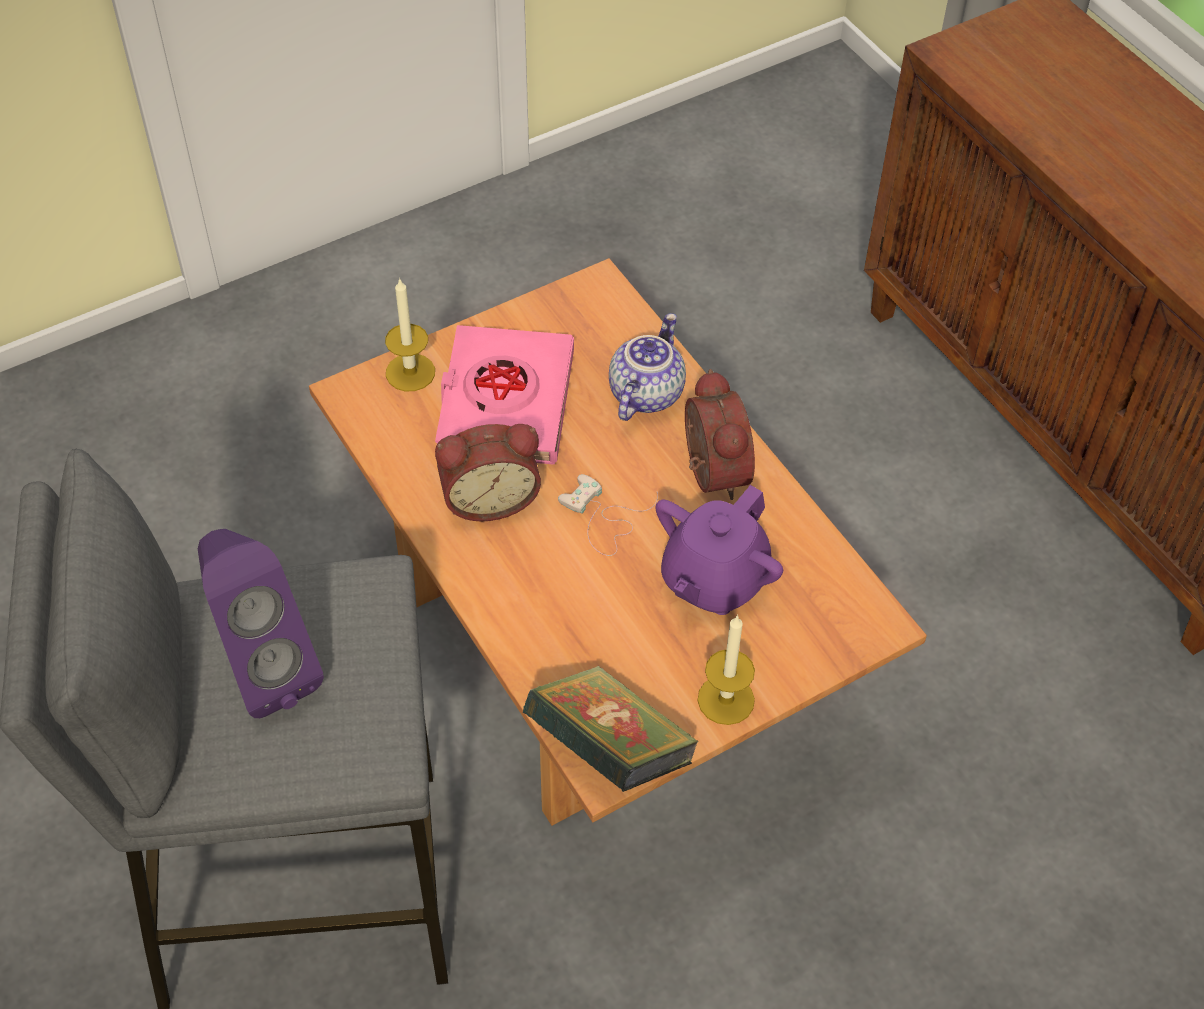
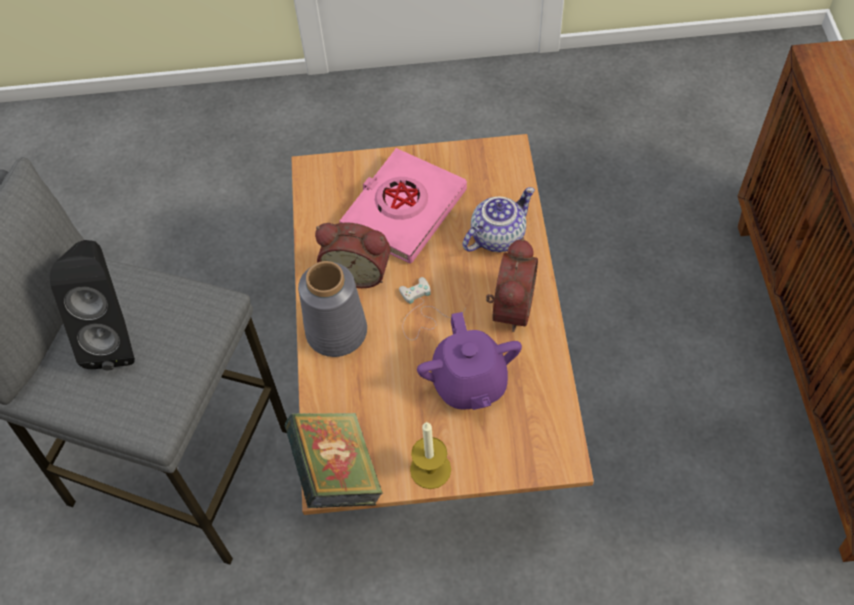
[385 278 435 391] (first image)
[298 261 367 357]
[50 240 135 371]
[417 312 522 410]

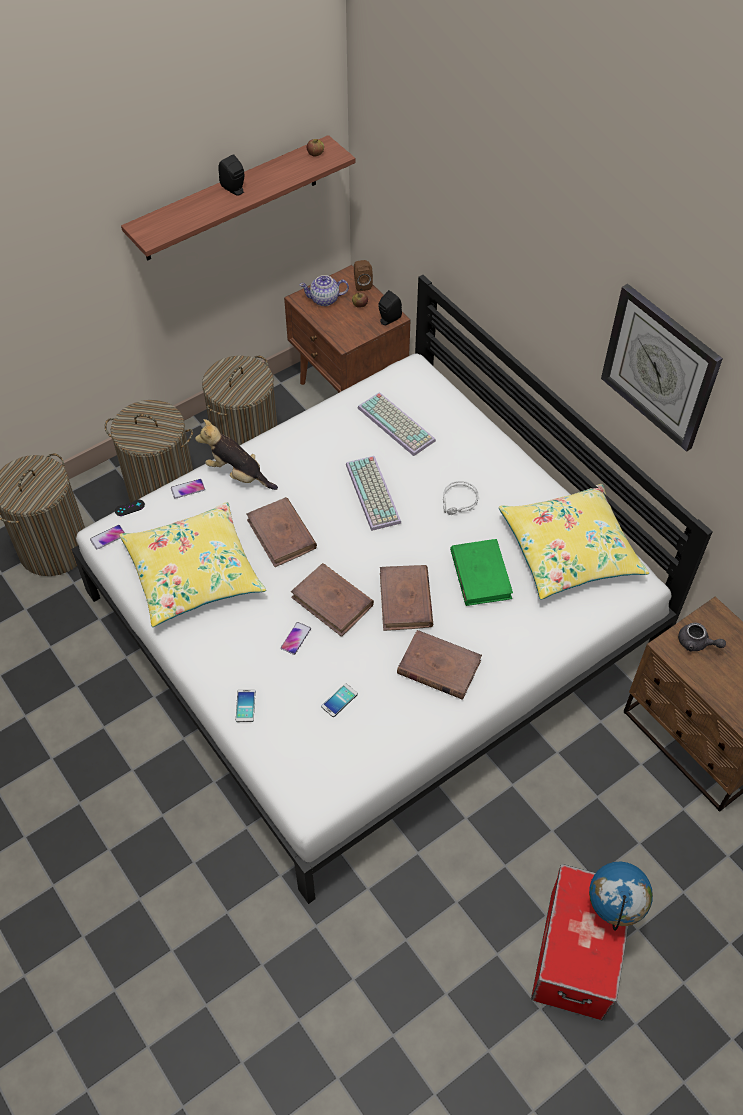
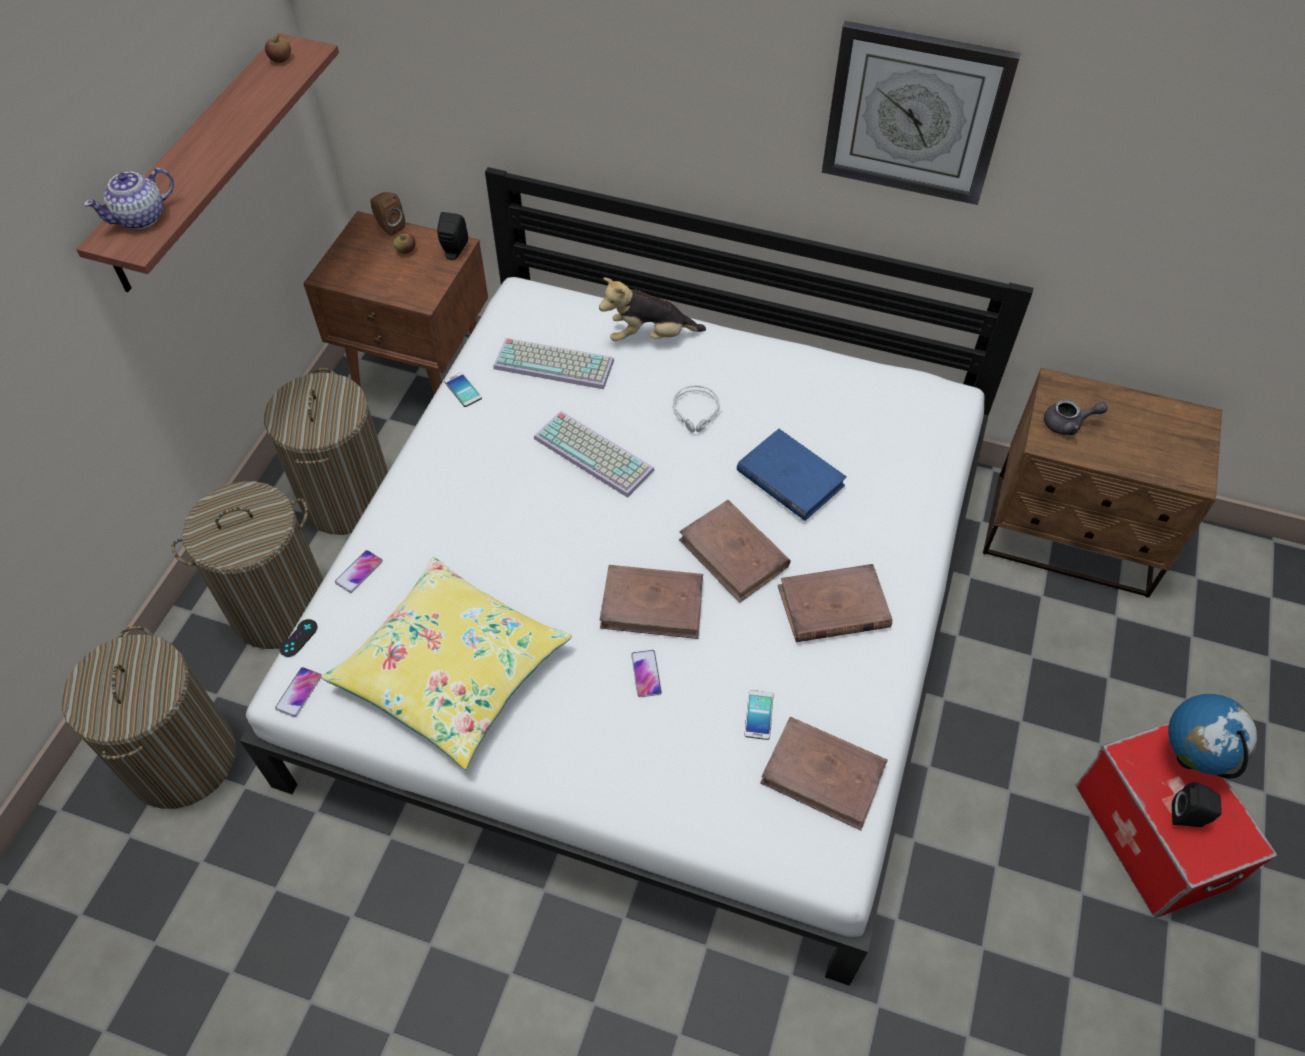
[499 484 649 600] (first image)
[599 278 706 341]
[1172 782 1222 827]
[444 372 482 407]
[760 717 888 831]
[84 168 174 229]
[737 429 847 521]

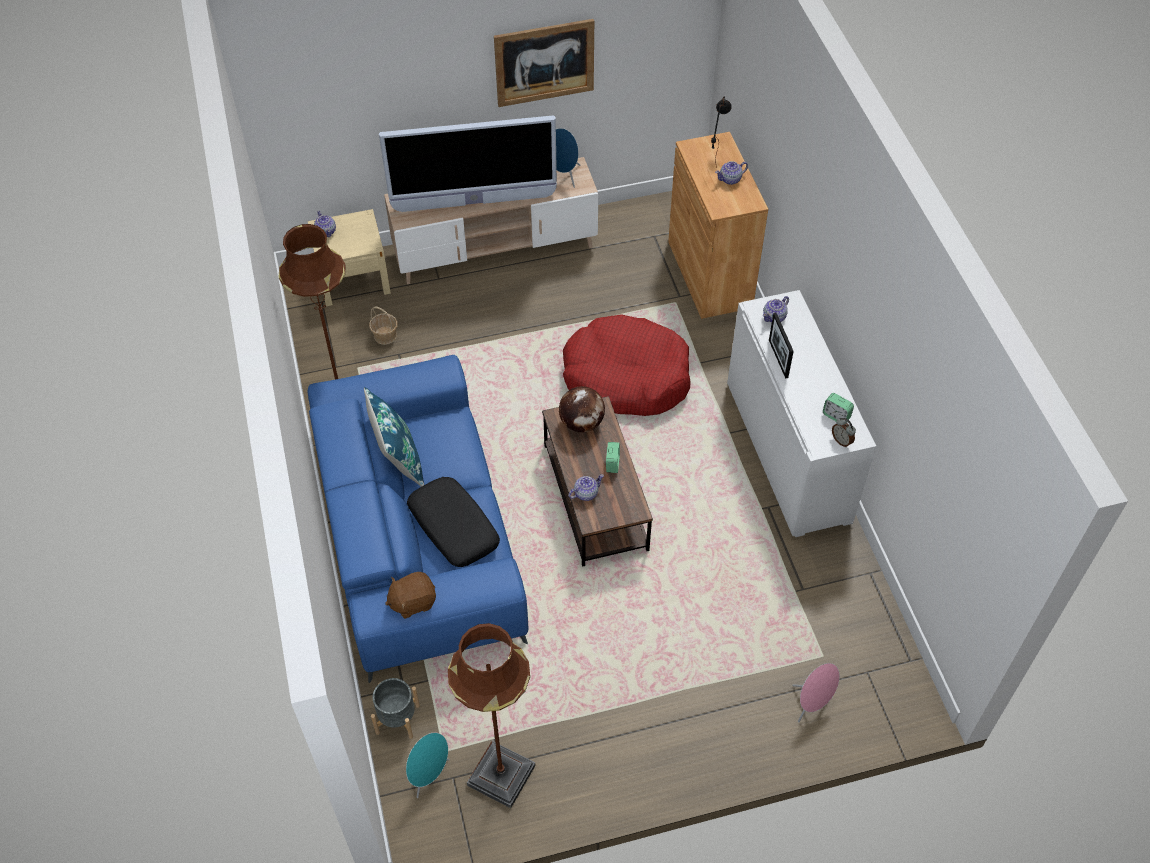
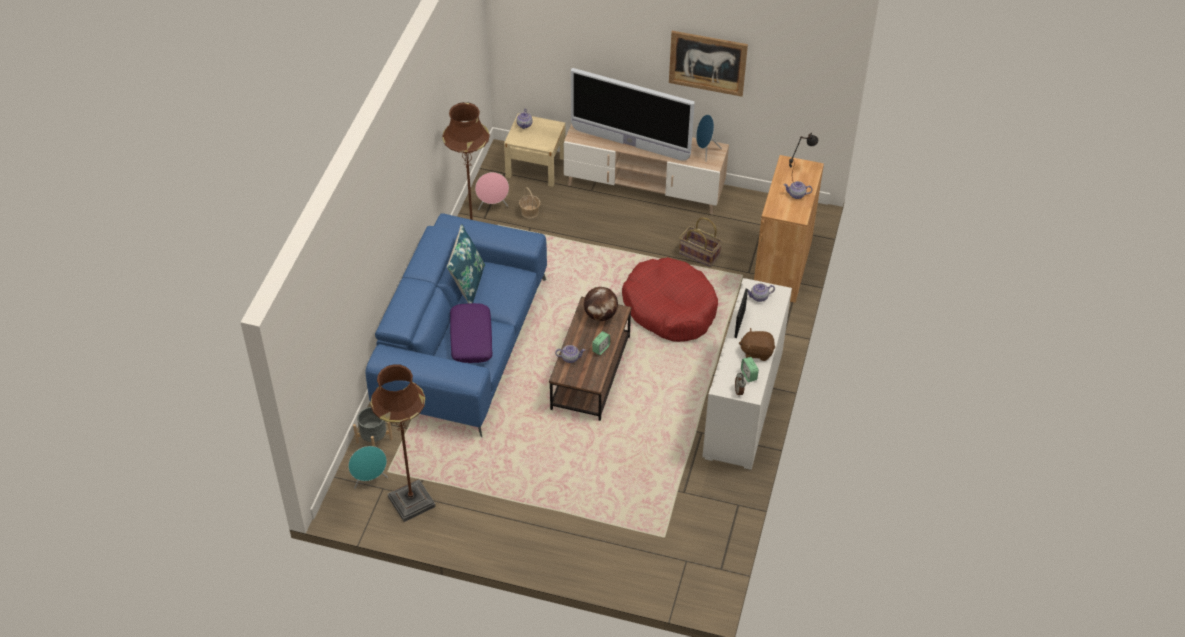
[679 217 722 267]
[739 328 775 361]
[475 172 509 210]
[450 303 493 363]

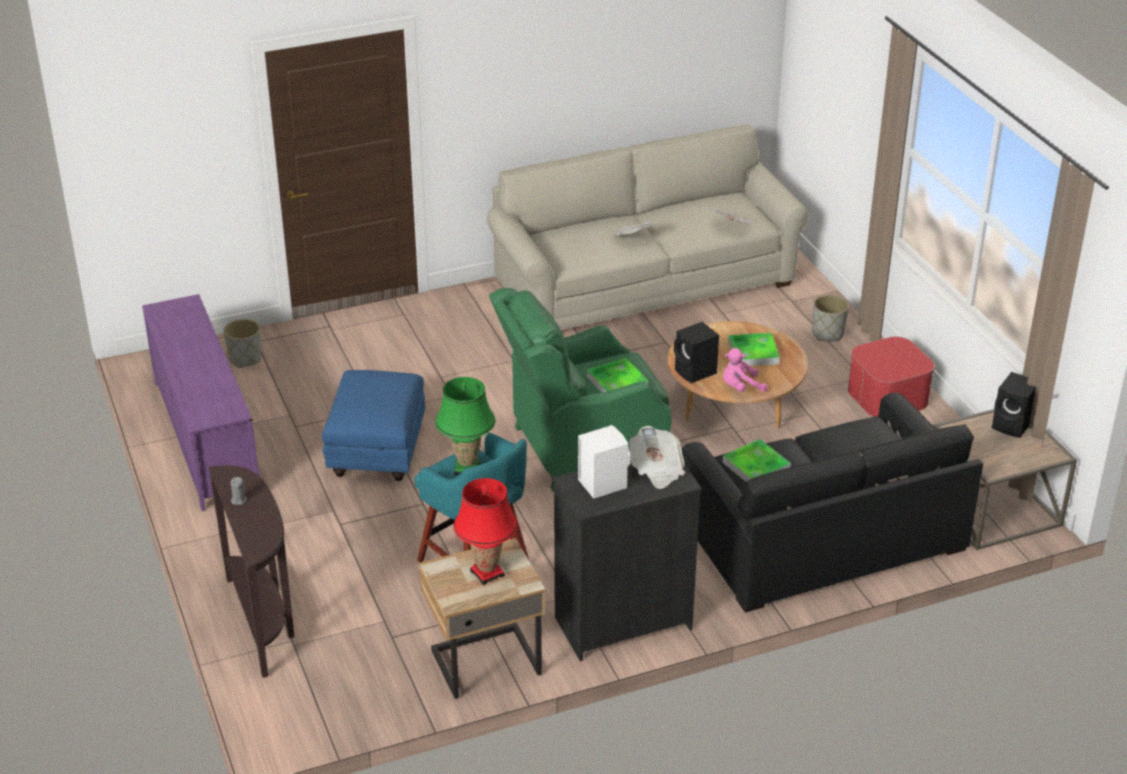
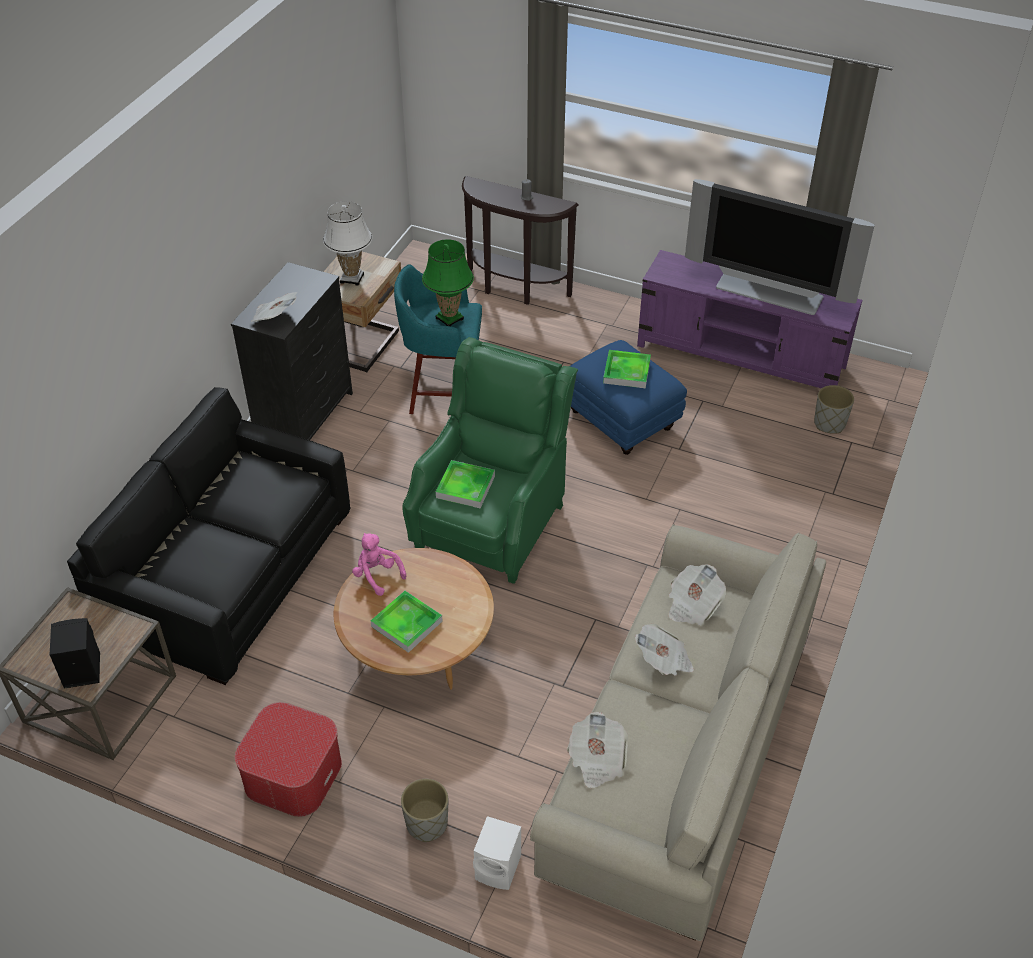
[674 322 719 383] (first image)
[668 564 726 626]
[685 179 875 315]
[473 816 521 890]
[603 350 651 388]
[323 201 372 286]
[352 533 406 596]

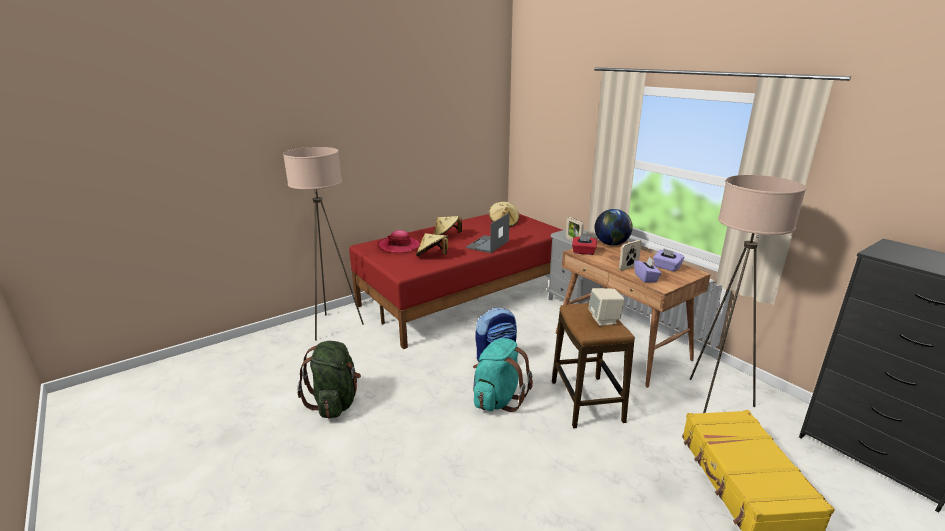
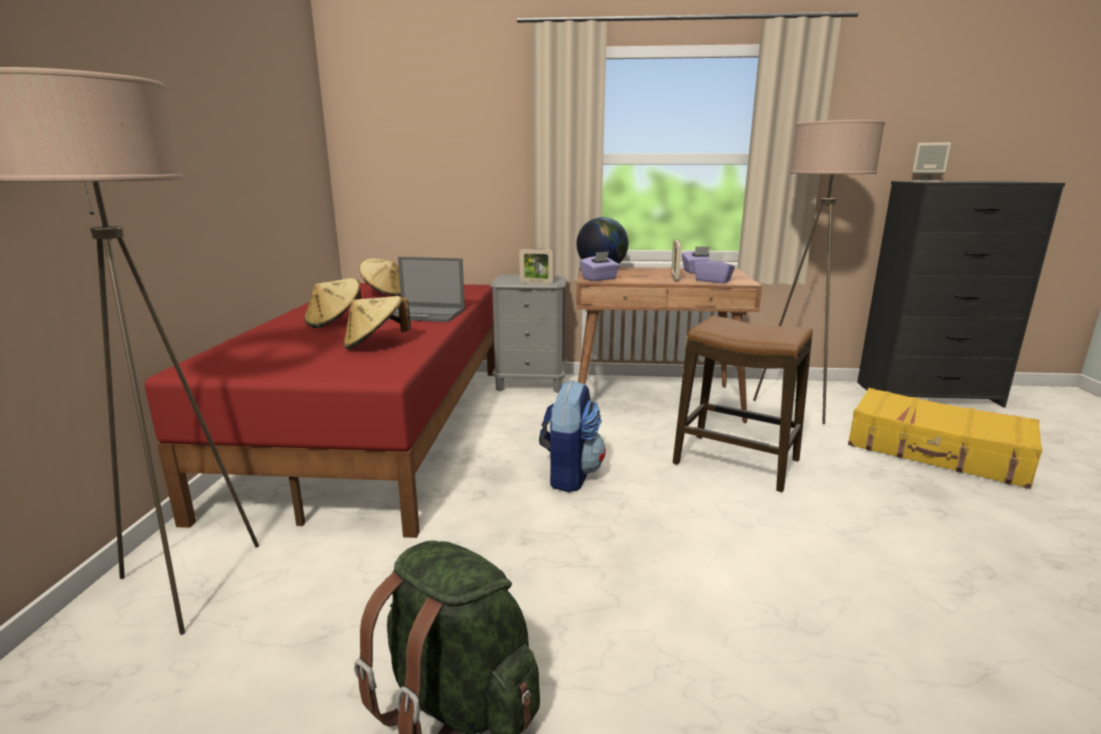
[378 230 420 253] (first image)
[473 338 533 412] (first image)
[912 142 951 182]
[580 251 620 281]
[388 257 465 322]

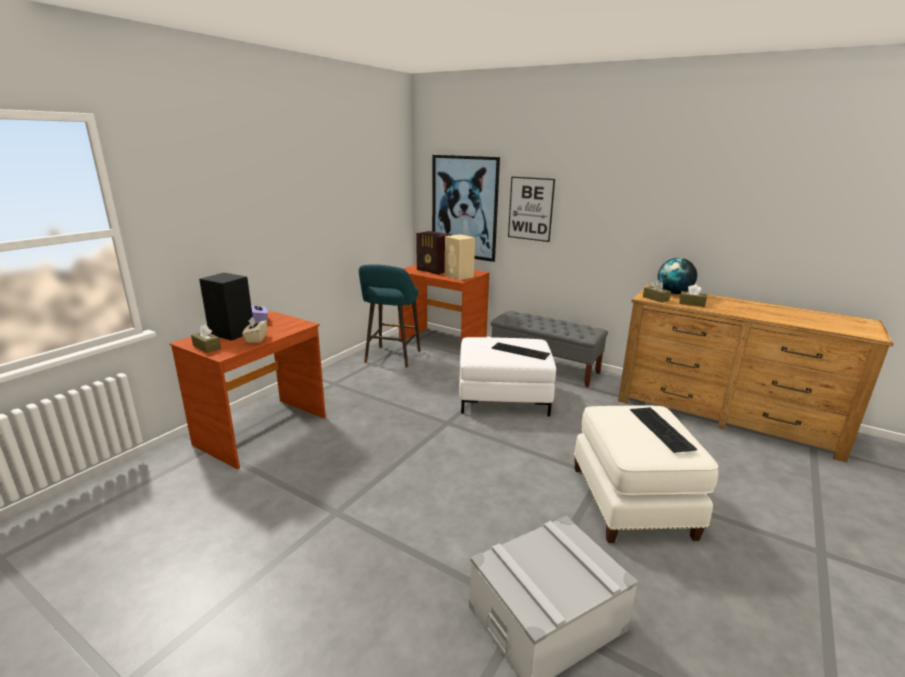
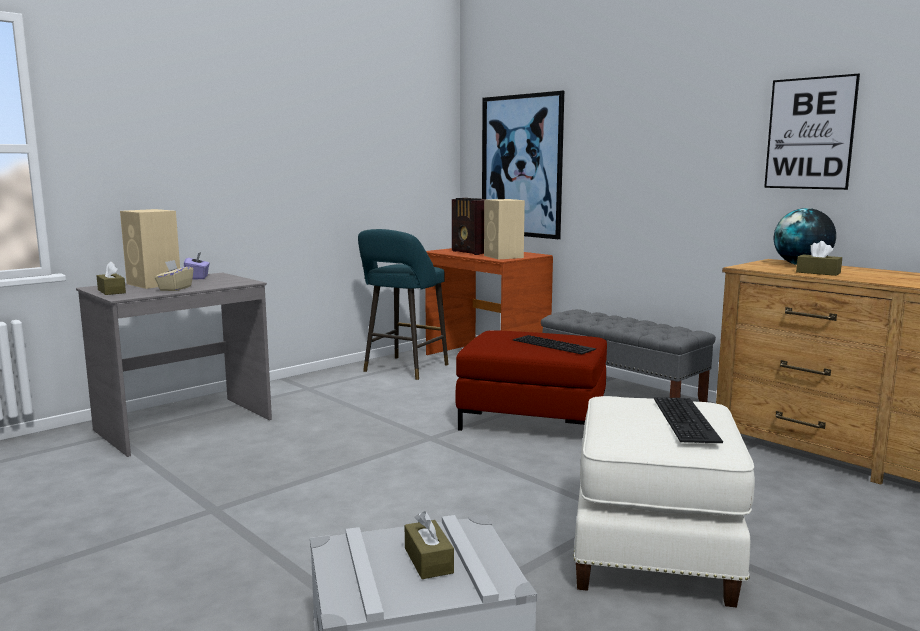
[764 74 860 190]
[405 511 454 579]
[76 273 272 457]
[120 209 180 289]
[455 330 607 431]

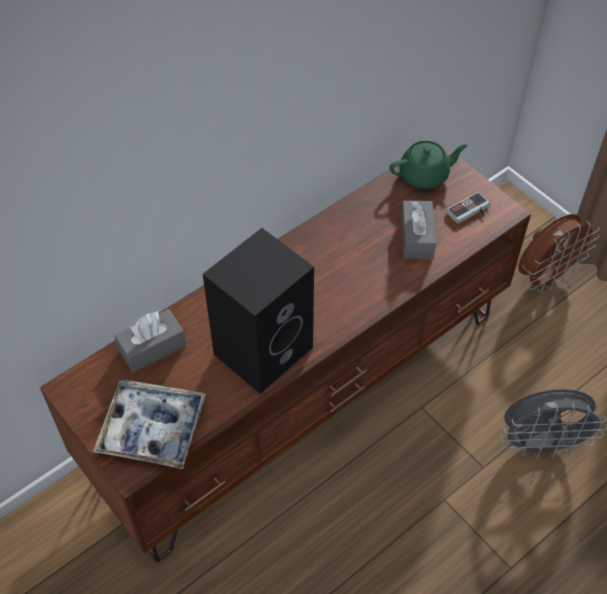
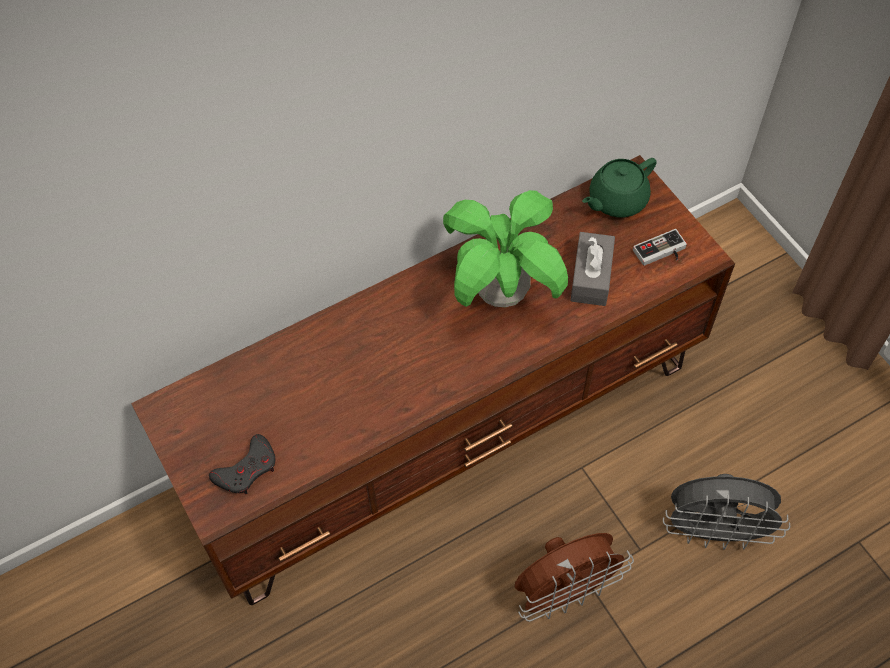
[115 309 186 372] (first image)
[203 228 314 394] (first image)
[443 190 568 307]
[515 533 634 622]
[209 434 276 495]
[582 158 657 217]

